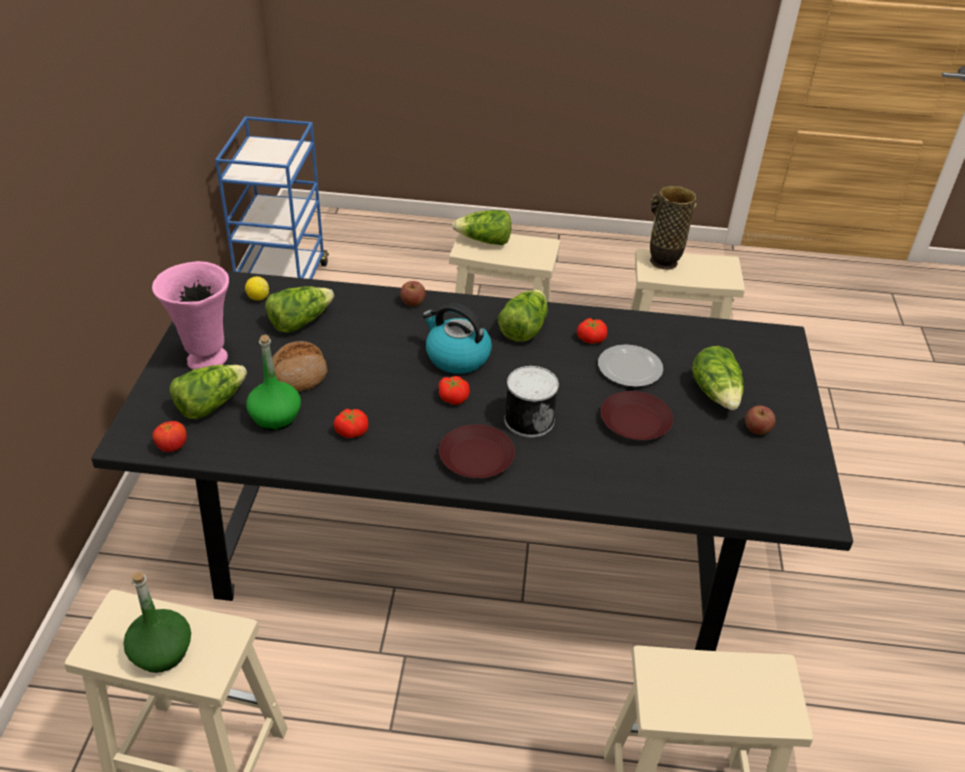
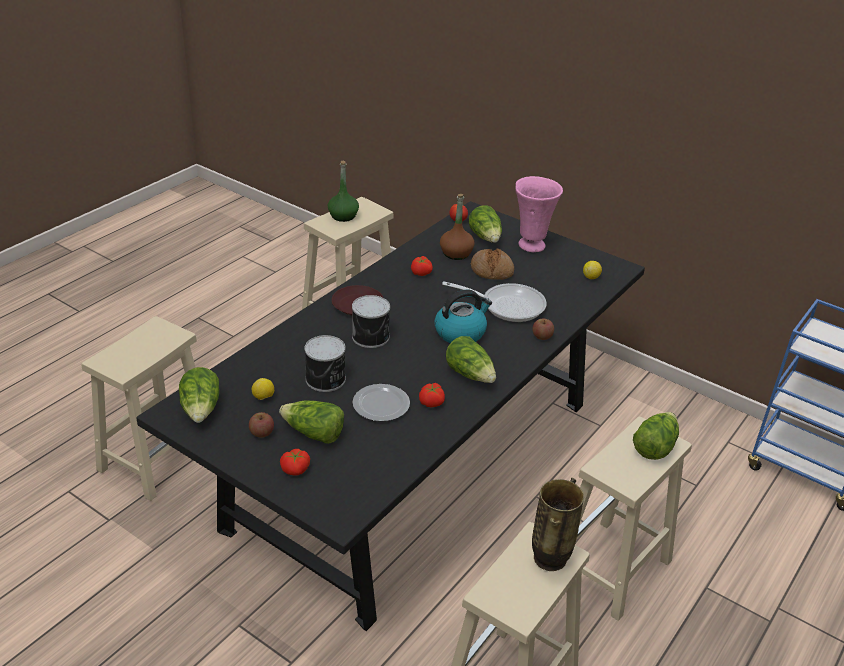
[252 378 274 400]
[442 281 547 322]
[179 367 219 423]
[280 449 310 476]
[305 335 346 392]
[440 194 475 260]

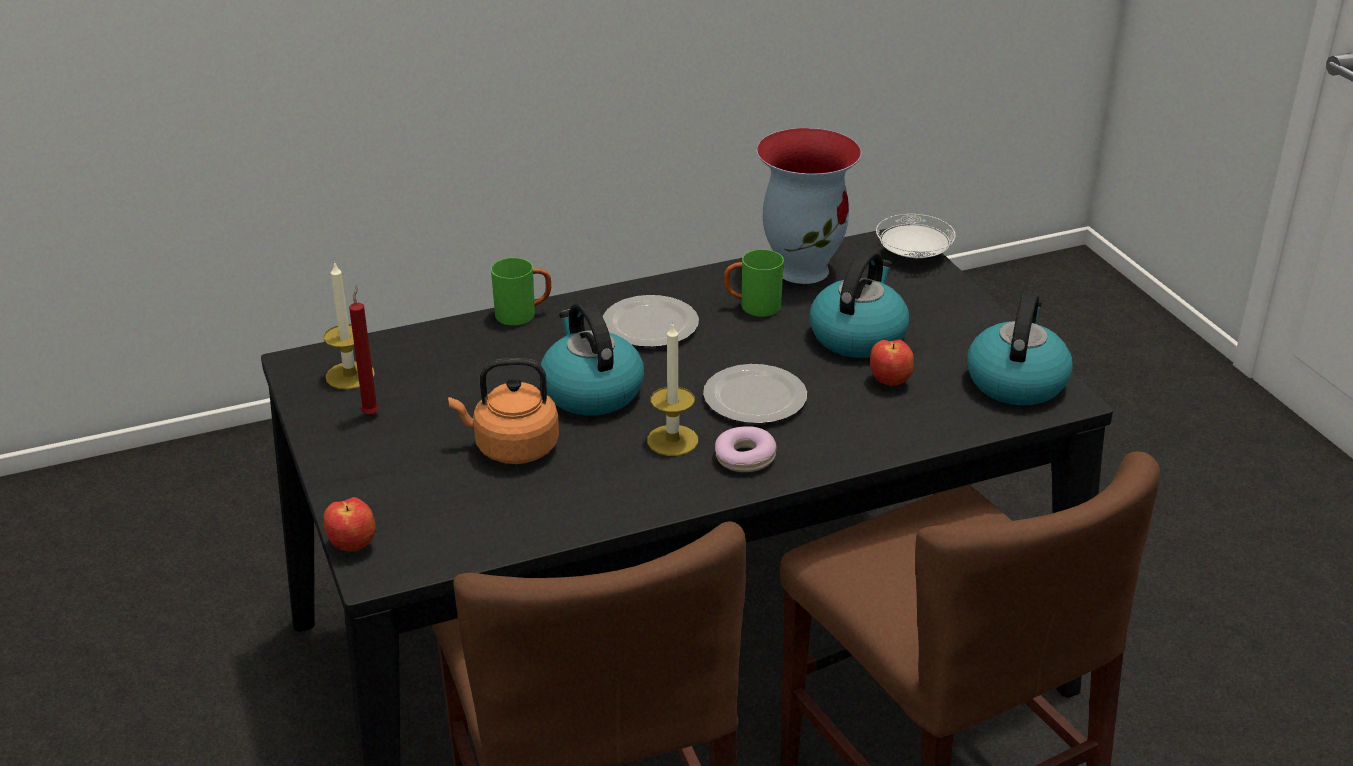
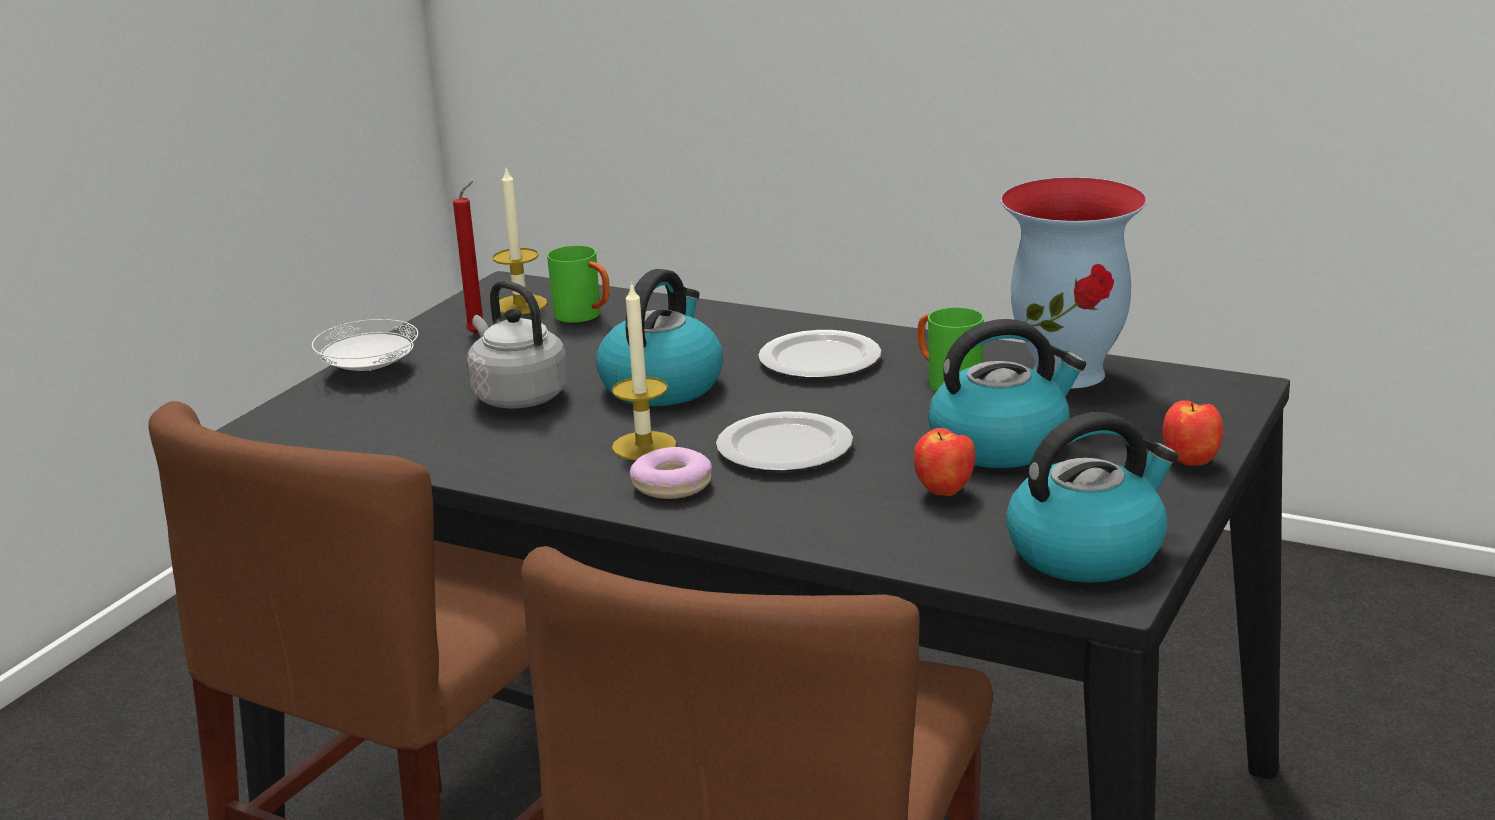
[1162 400 1223 466]
[547 245 610 323]
[312 319 418 371]
[467 280 568 409]

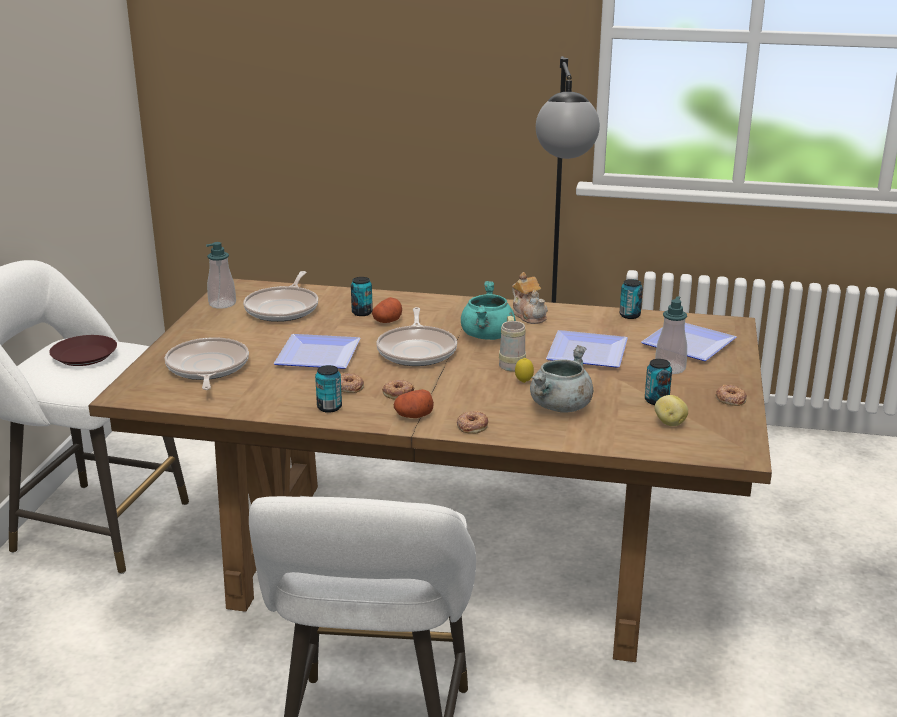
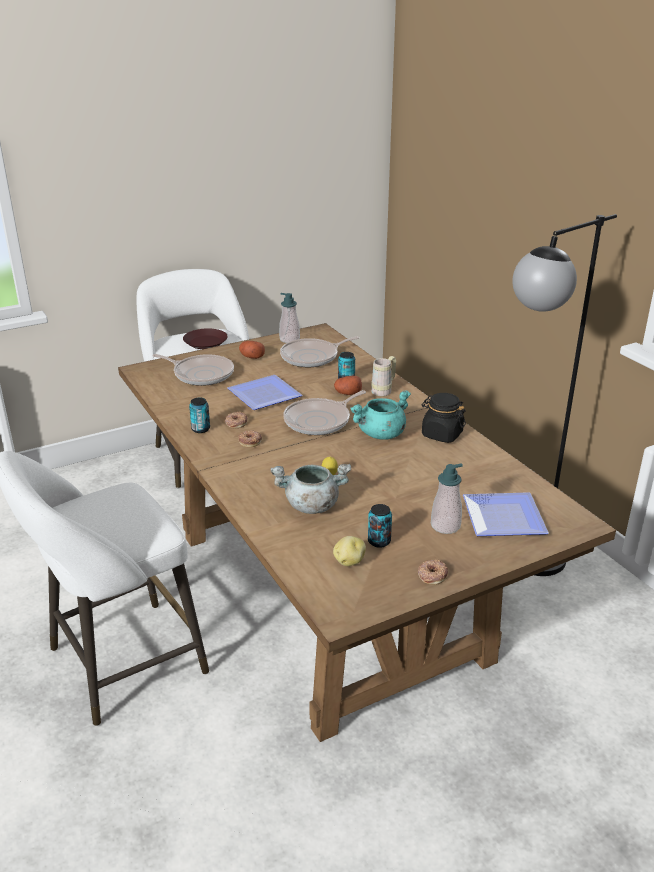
[457 411 488 434] (first image)
[546 330 628 368] (first image)
[620 279 643 319] (first image)
[239 341 265 359]
[371 356 396 396]
[422 393 466 443]
[152 354 234 386]

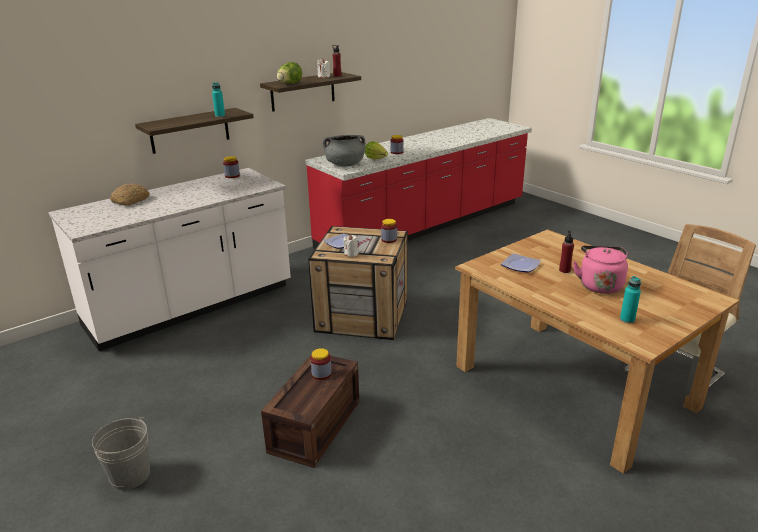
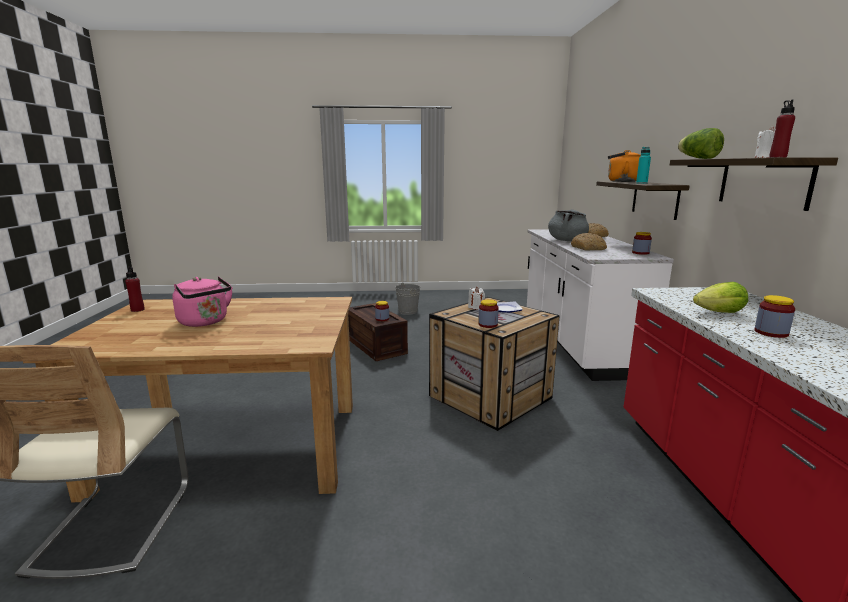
[501 253 541 273] (first image)
[620 276 641 323] (first image)
[571 233 607 250]
[608 150 641 182]
[548 210 589 241]
[125 267 145 312]

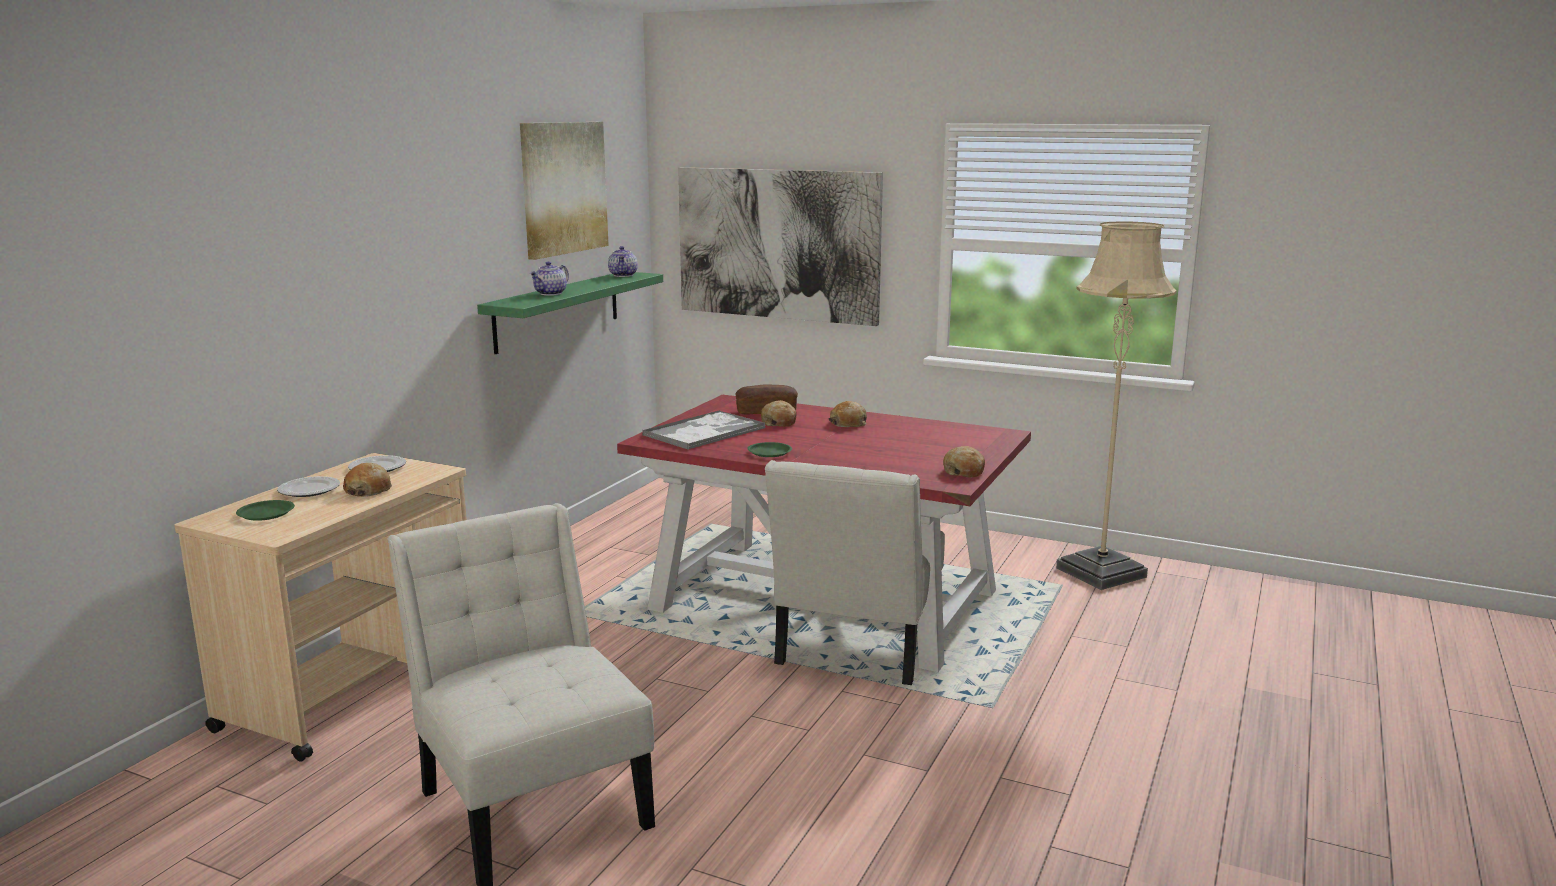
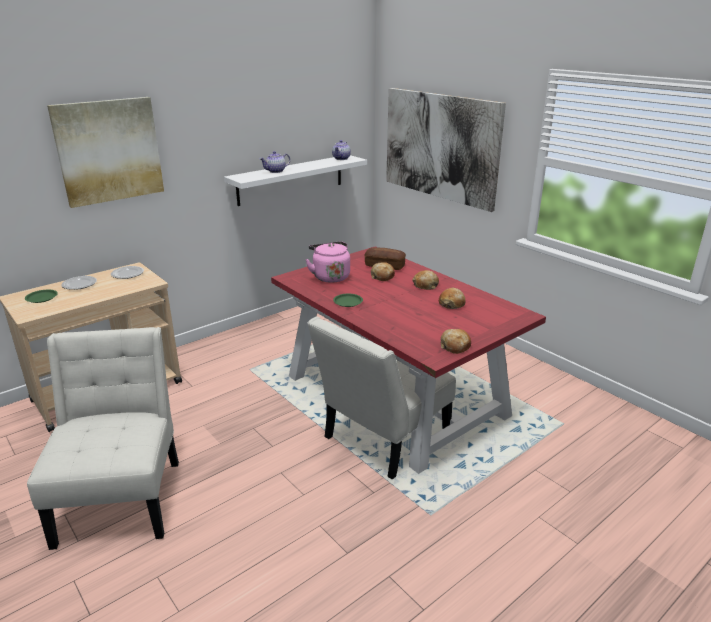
[1056 221 1176 590] (first image)
[439 287 466 309]
[47 97 164 208]
[305 242 350 283]
[224 155 367 206]

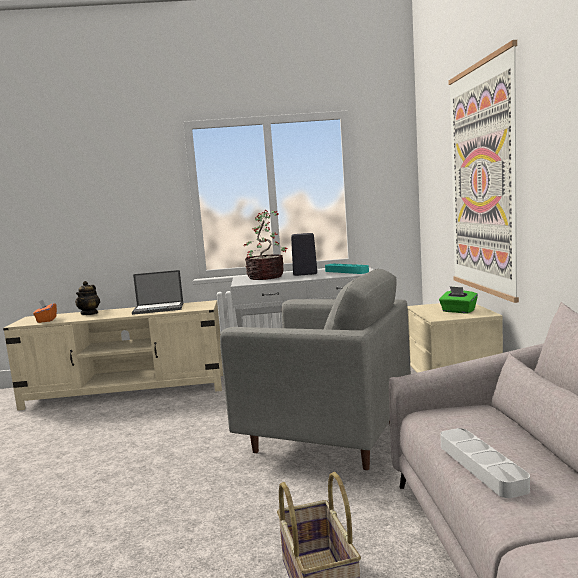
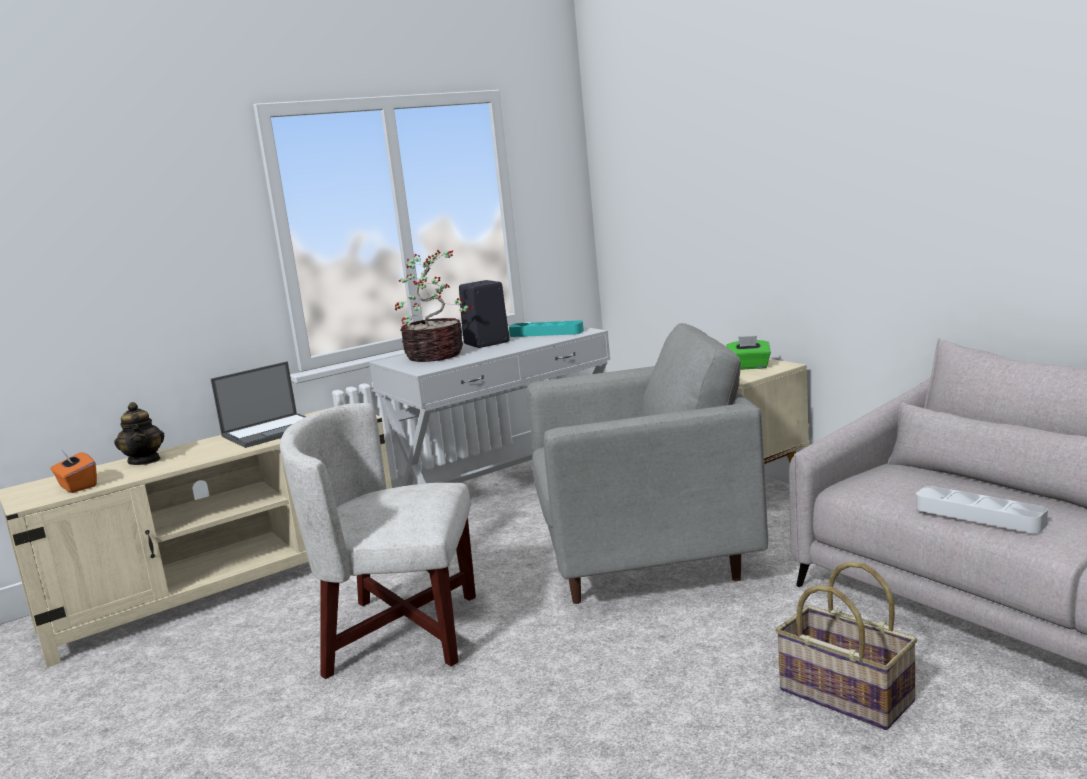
[448 40 519 303] (first image)
[280 403 476 679]

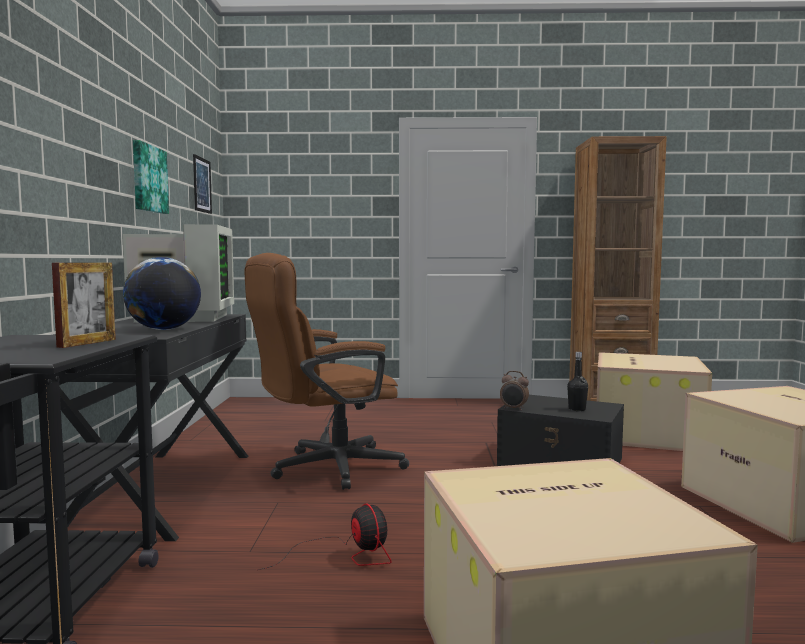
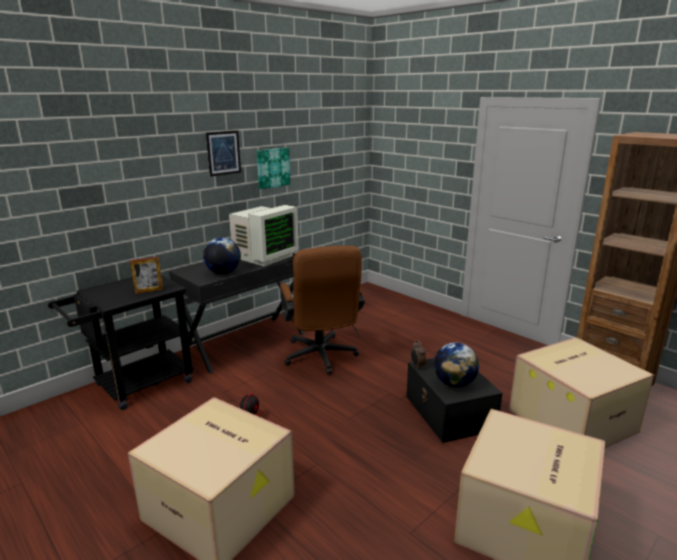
[206 130 241 177]
[434 342 479 387]
[280 246 365 374]

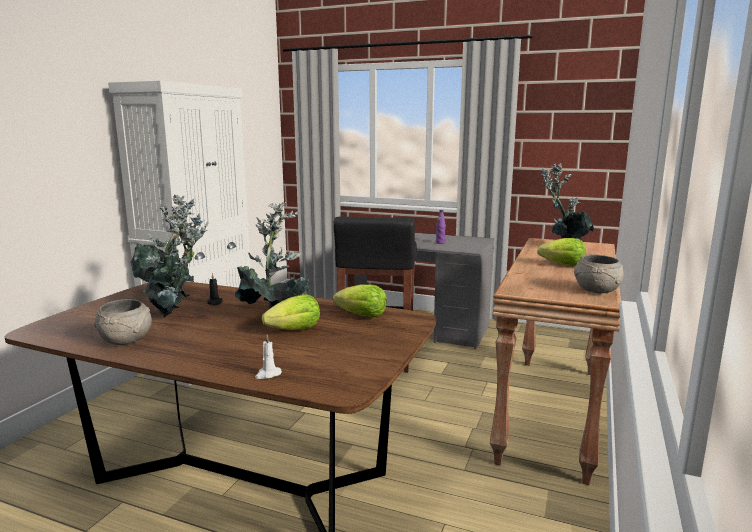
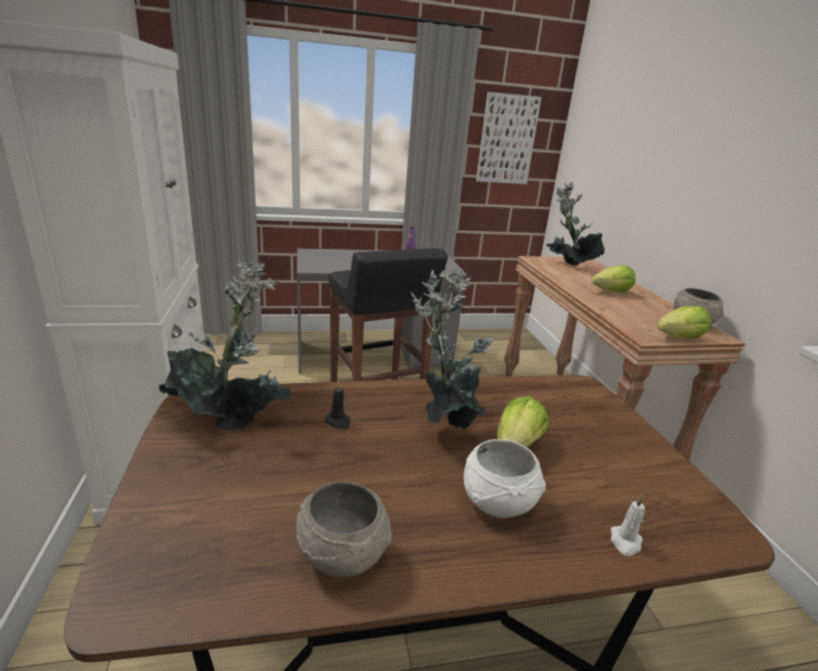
[143 207 208 318] (first image)
[464 439 546 518]
[476 92 542 184]
[657 306 711 338]

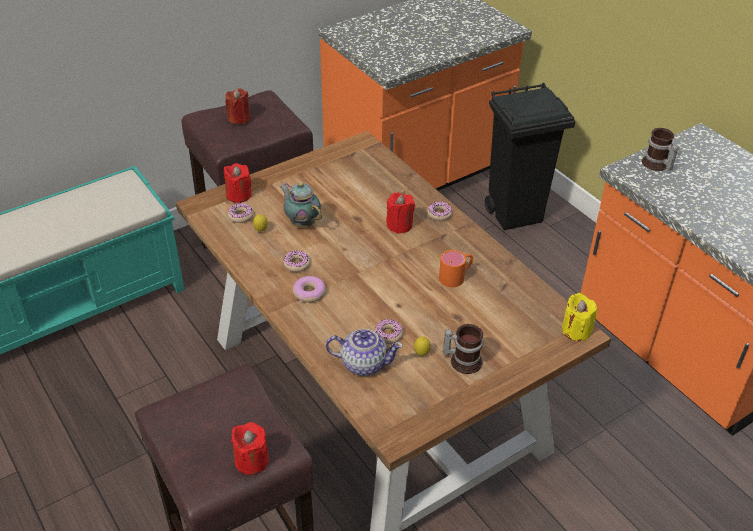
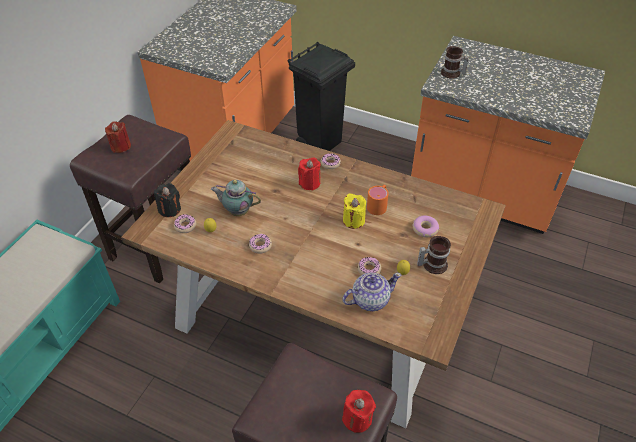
[413 216 439 237]
[343 193 366 229]
[154 183 181 217]

